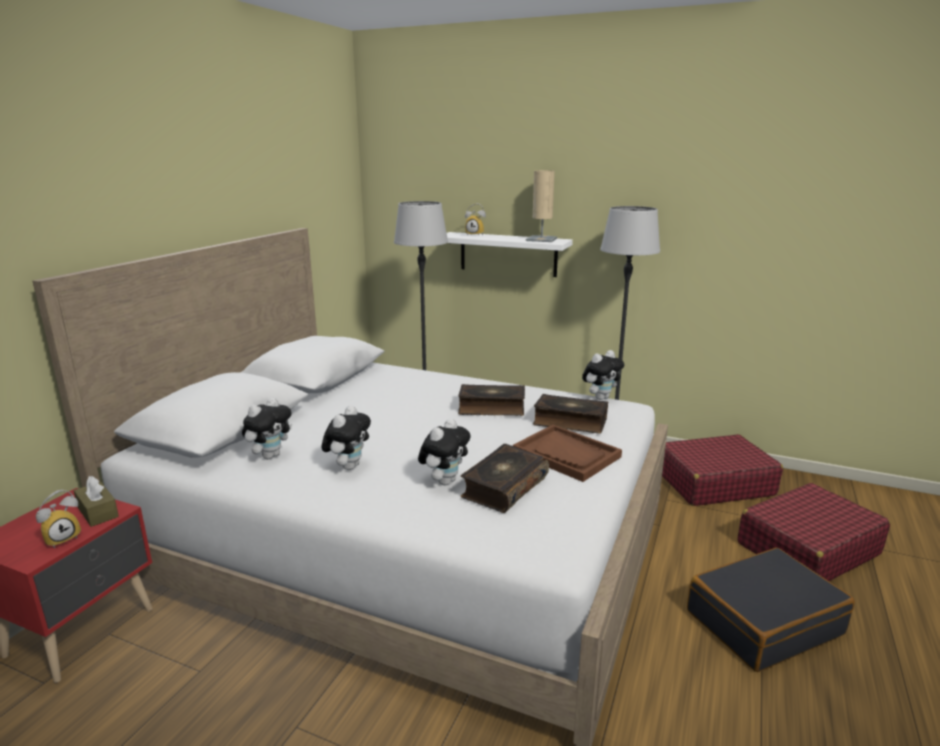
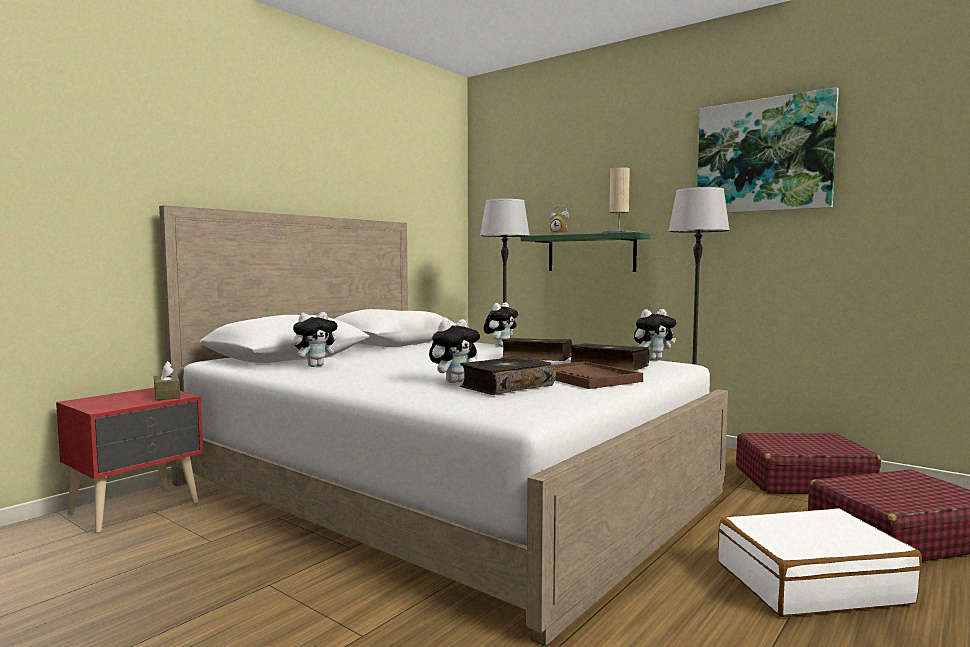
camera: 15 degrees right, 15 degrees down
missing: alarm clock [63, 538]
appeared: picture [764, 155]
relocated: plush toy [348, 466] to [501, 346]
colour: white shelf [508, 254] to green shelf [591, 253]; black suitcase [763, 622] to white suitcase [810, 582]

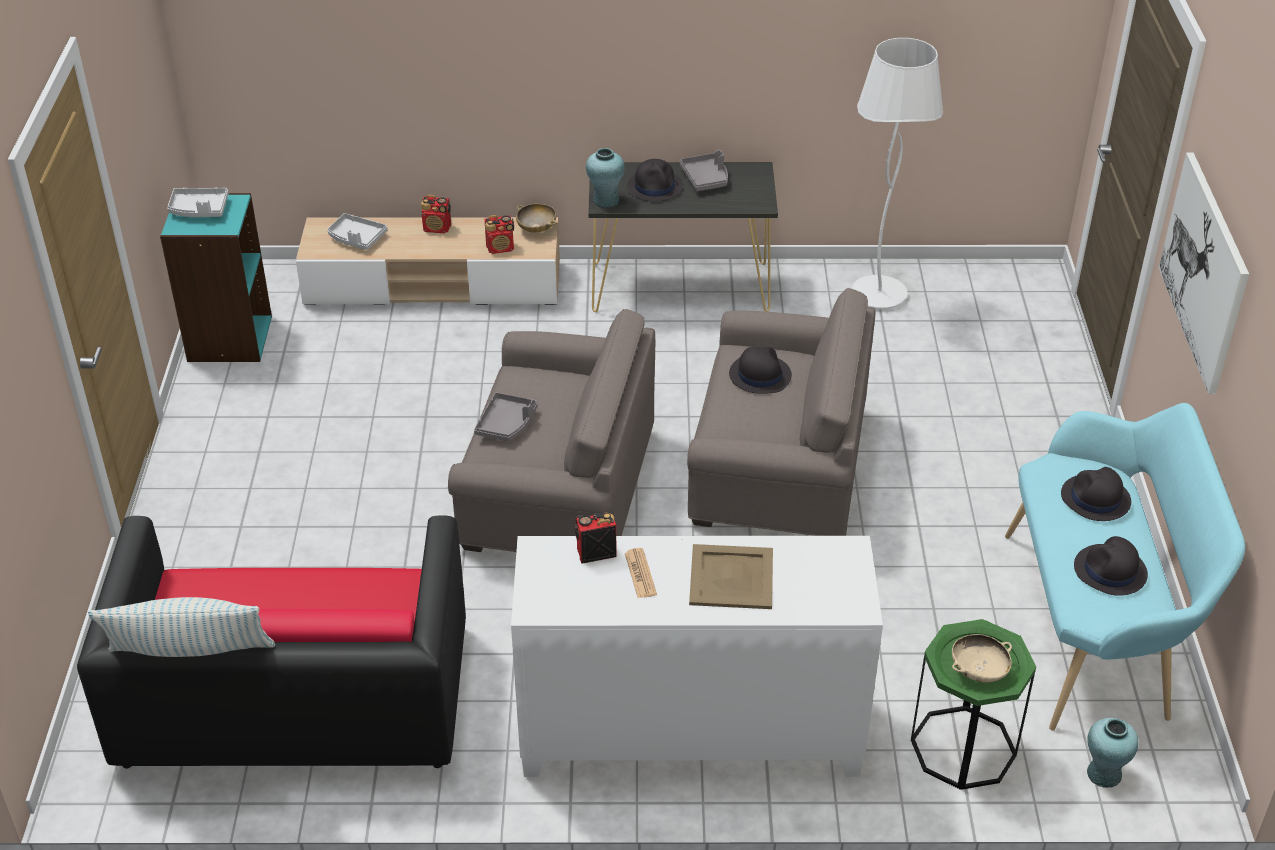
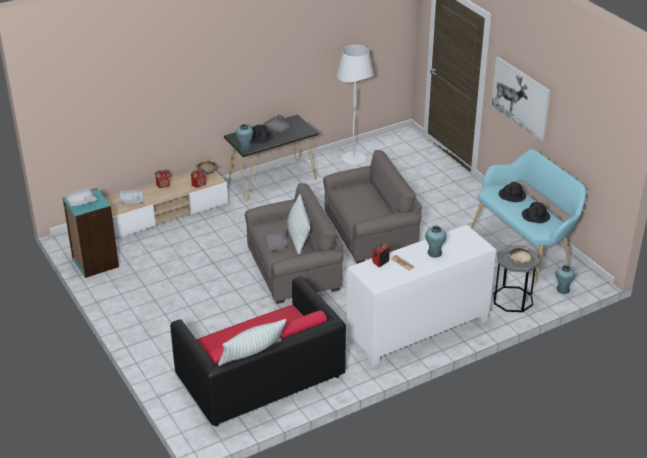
camera: 30 degrees left, 5 degrees down
missing: black hat [759, 375]
appeared: pillow [298, 237]
exchanged: beige tray [732, 578] to turquoise vase [434, 253]
colour: green side table [963, 747] to grey side table [512, 299]

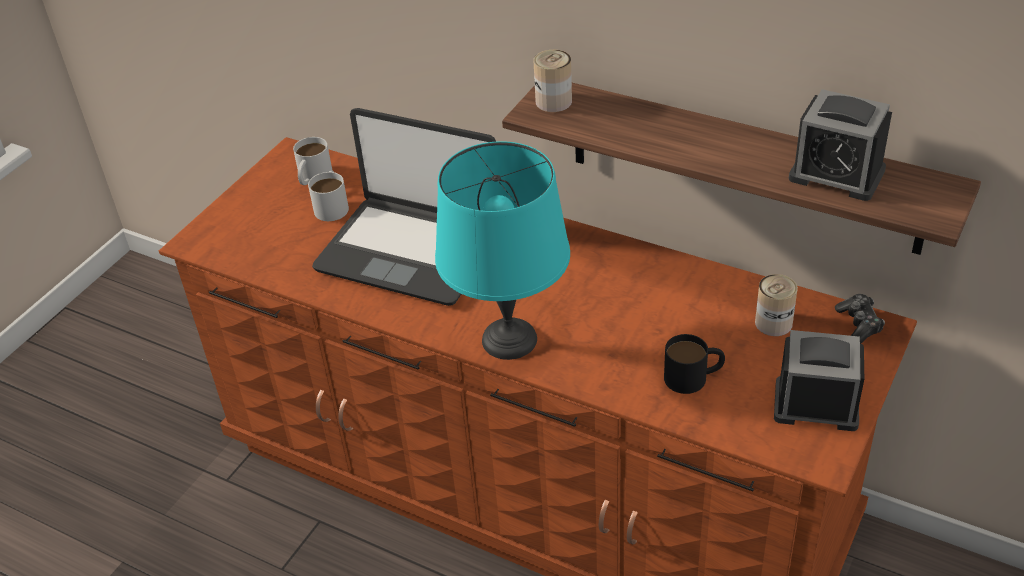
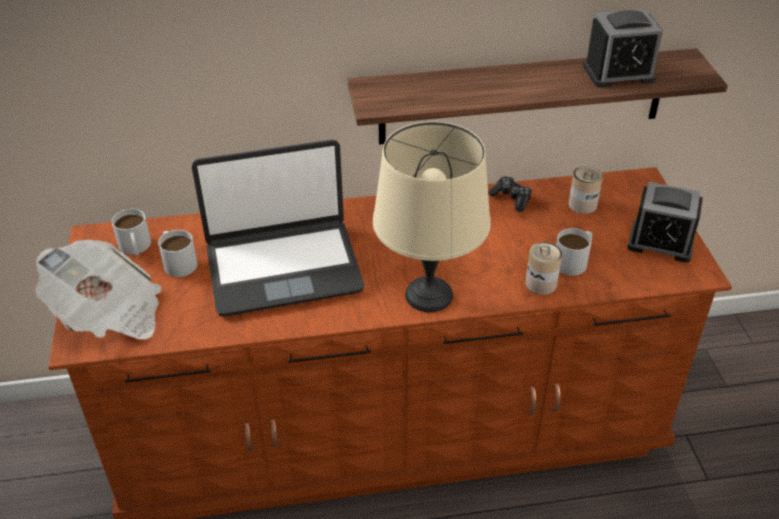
camera: 40 degrees left, 0 degrees up
appeared: newspaper [109, 313]
relocated: can [553, 101] to [541, 283]; game controller [859, 324] to [511, 198]
colour: turquoise table lamp [508, 340] to beige table lamp [428, 296]; black mug [693, 377] to white mug [574, 260]
spun: alarm clock [816, 405] = [660, 242] 135 degrees counterclockwise

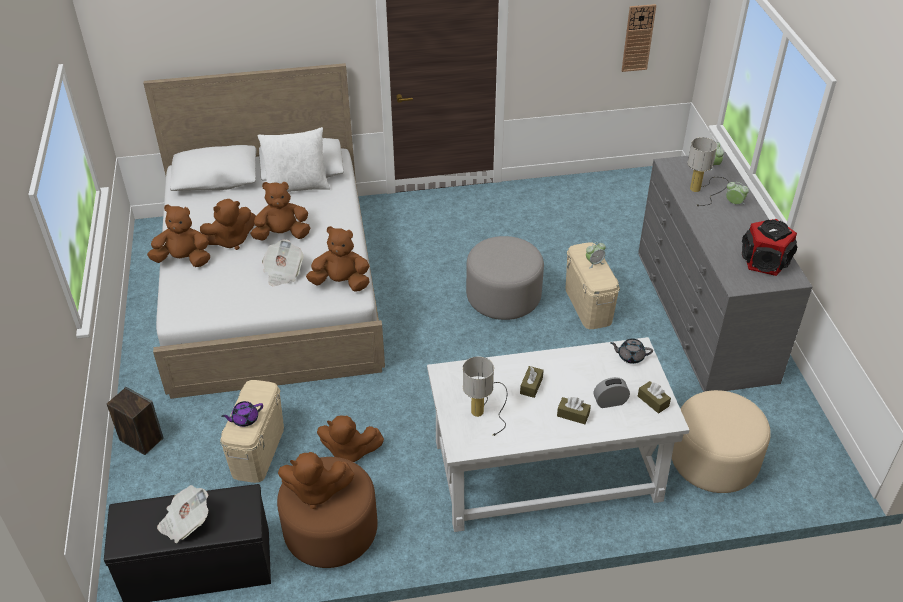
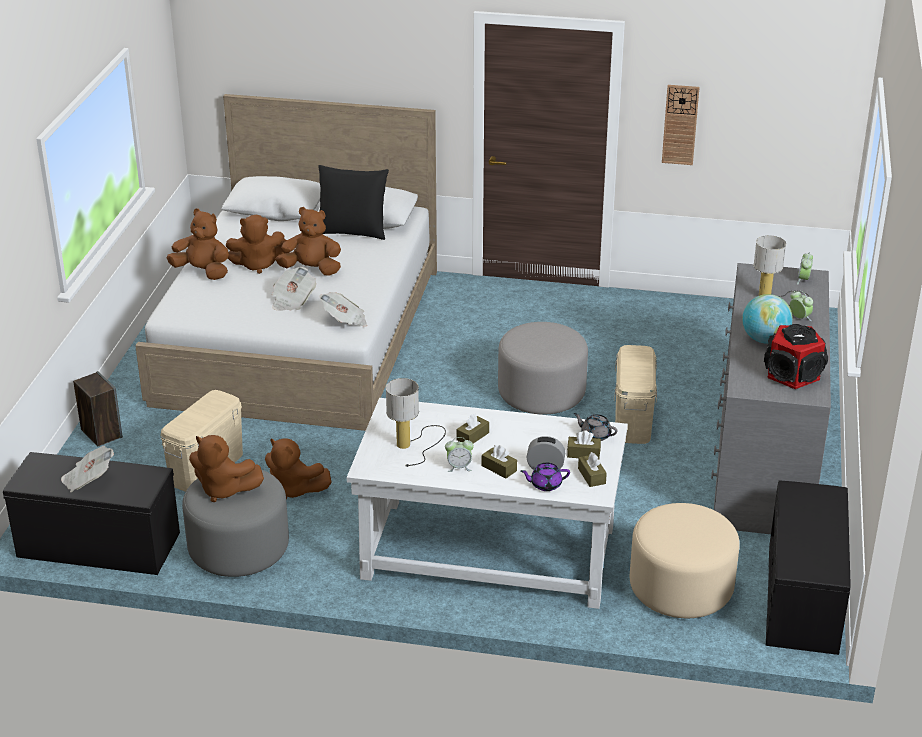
camera: 20 degrees right, 10 degrees down
appeared: globe [764, 339]; brown tissue box [583, 453]; black bench [804, 599]
relocated: wall clock [638, 38] to [680, 124]; alarm clock [594, 263] to [459, 467]; purple teapot [244, 419] to [545, 484]
exchanged: brown plush toy [341, 283] to newspaper [345, 321]
colour: white pillow [297, 186] to black pillow [352, 231]; brown ottoman [330, 531] to grey ottoman [238, 548]

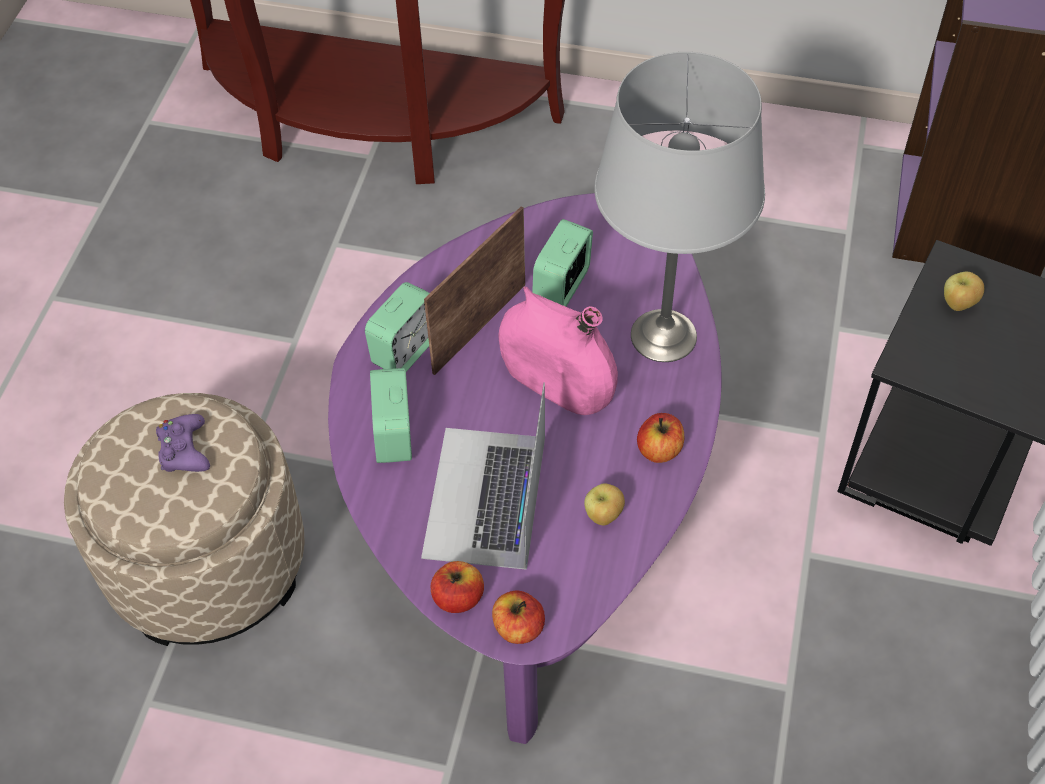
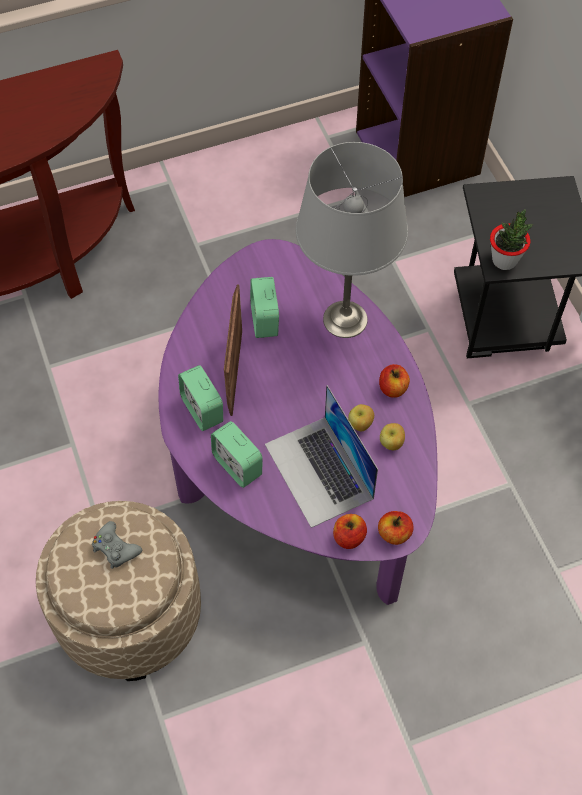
camera: 35 degrees left, 5 degrees up
missing: pink vase [557, 383]
appeared: potted plant [504, 260]
relocated: apple [958, 304] to [360, 425]
colour: purple game controller [184, 450] to grey game controller [115, 548]
spun: alarm clock [405, 349] = [202, 410] 150 degrees clockwise

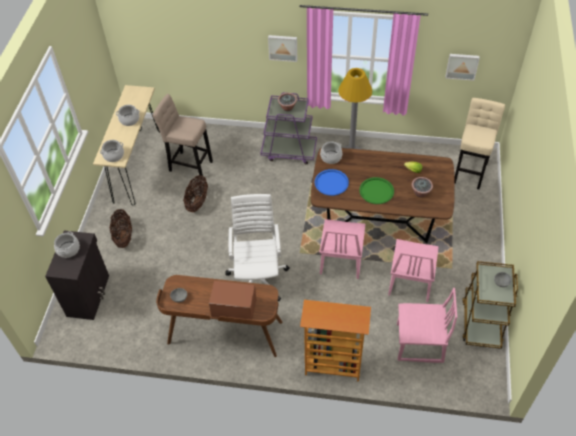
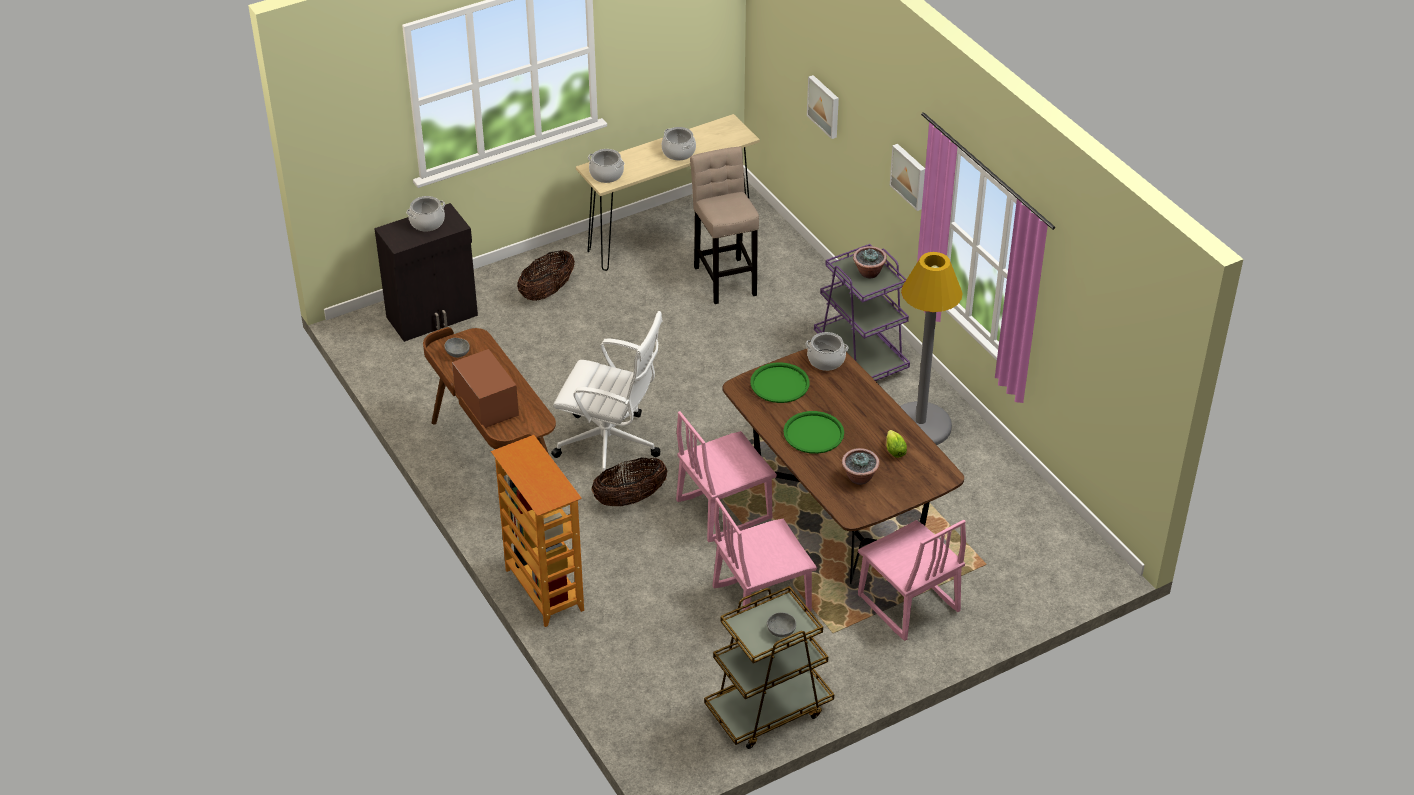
camera: 50 degrees right, 10 degrees down
missing: beige stool [470, 171]
relocated: picture [462, 66] to [824, 106]; basket [197, 202] to [630, 498]; pink chair [419, 343] to [907, 604]
colour: blue tray [331, 183] to green tray [779, 384]
spun: white office chair [258, 277] = [610, 446] 60 degrees clockwise

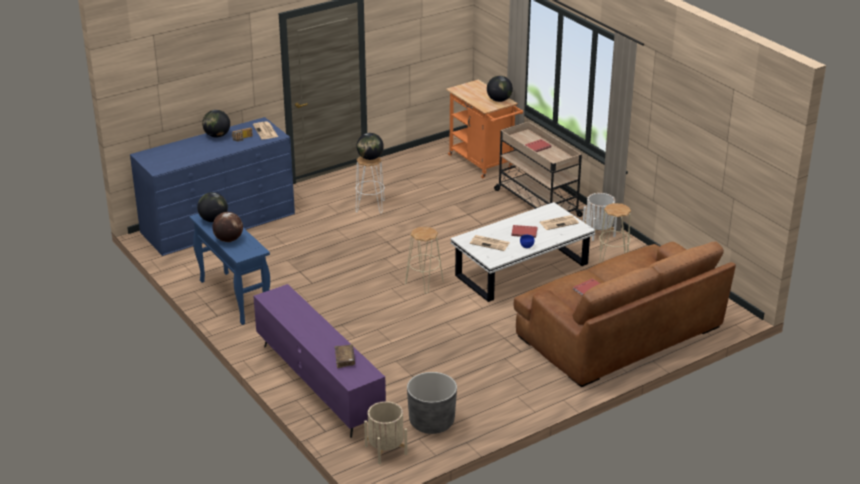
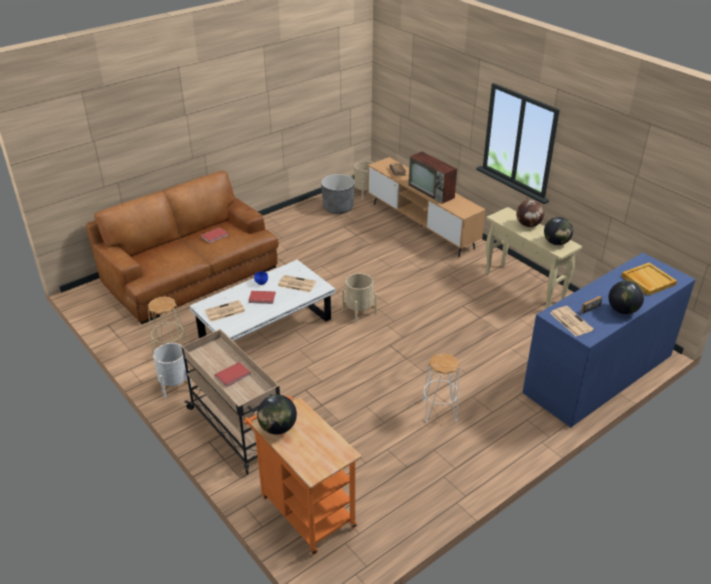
camera: 175 degrees right, 5 degrees up
missing: globe [370, 158]
appeared: television [432, 192]; beige tray [647, 280]
exchanged: beige stool [424, 282] to beige planter [359, 311]
colour: blue console table [233, 297] to beige console table [524, 288]; purple tv stand [319, 385] to brown tv stand [421, 225]

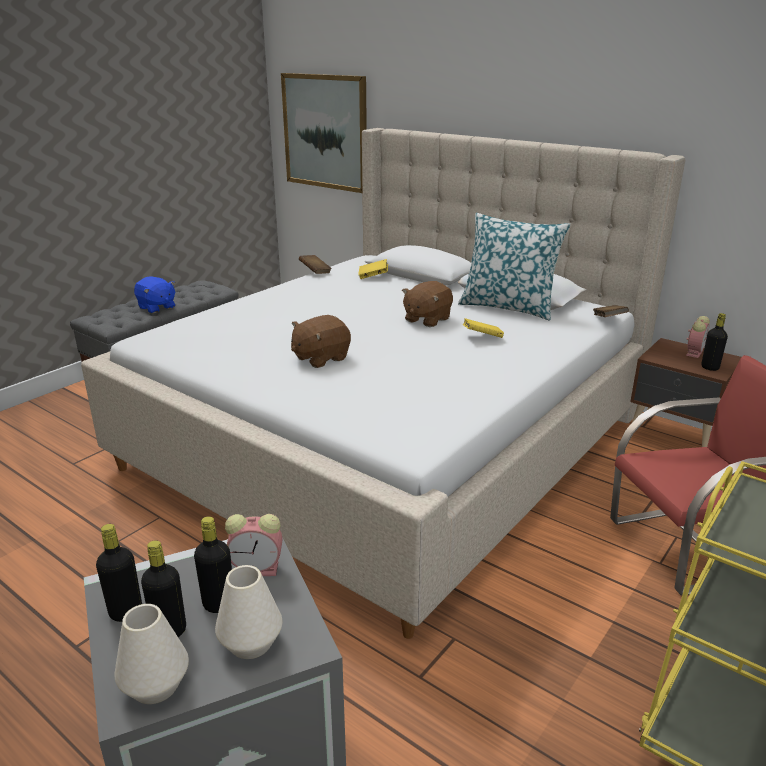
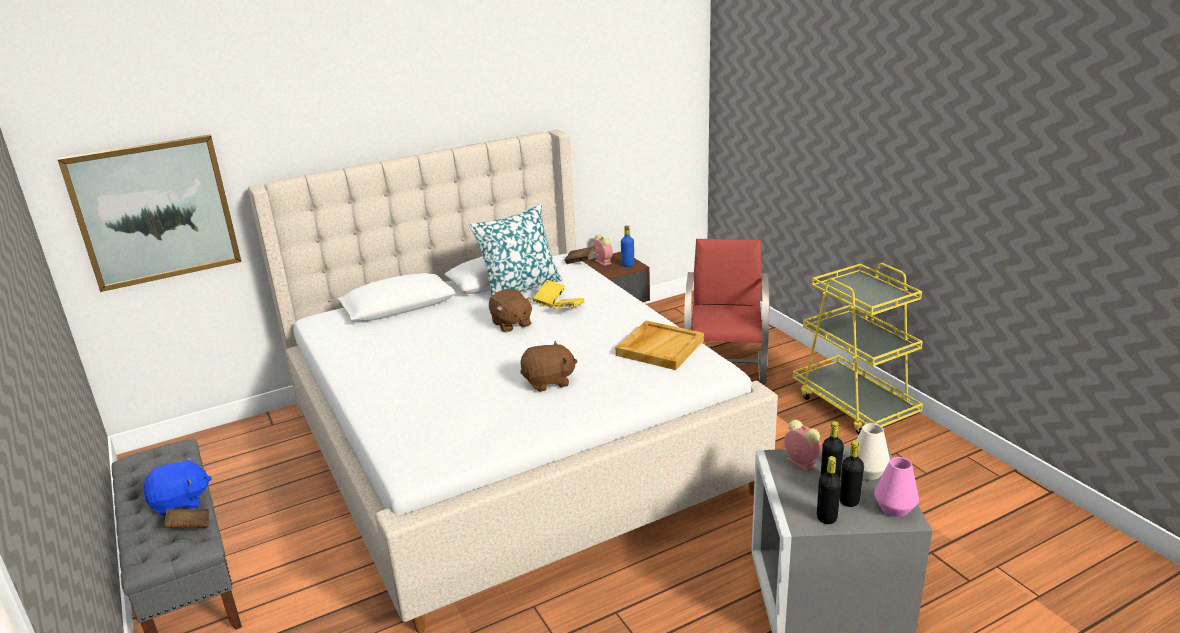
camera: 65 degrees left, 0 degrees up
appeared: beige tray [659, 347]
relocated: brown book [315, 272] to [190, 527]; yellow book [373, 276] to [549, 301]
colour: black bottle [710, 367] to blue bottle [628, 265]; white vase [155, 685] to pink vase [894, 508]
spun: brown plush toy [320, 358] = [548, 382] 90 degrees counterclockwise; alarm clock [259, 568] = [800, 462] 60 degrees counterclockwise

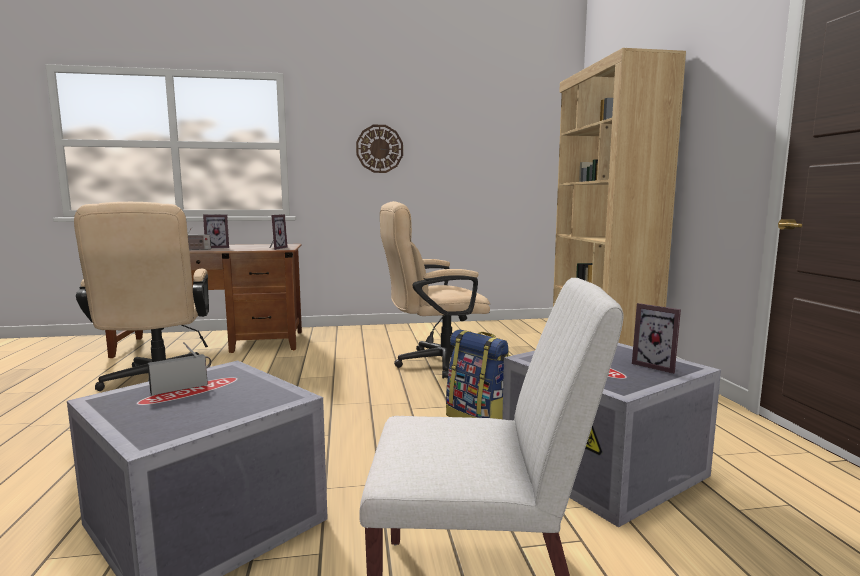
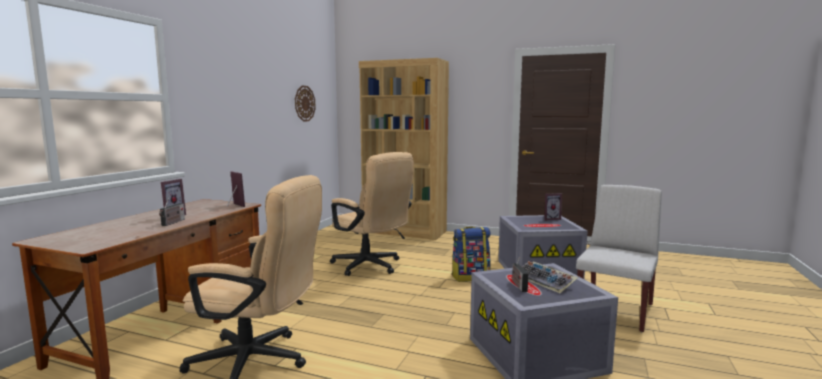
camera: 60 degrees left, 0 degrees up
appeared: keyboard [546, 282]
relocated: wall clock [379, 149] to [304, 103]
spun: beige office chair [435, 363] = [371, 266] 60 degrees counterclockwise

